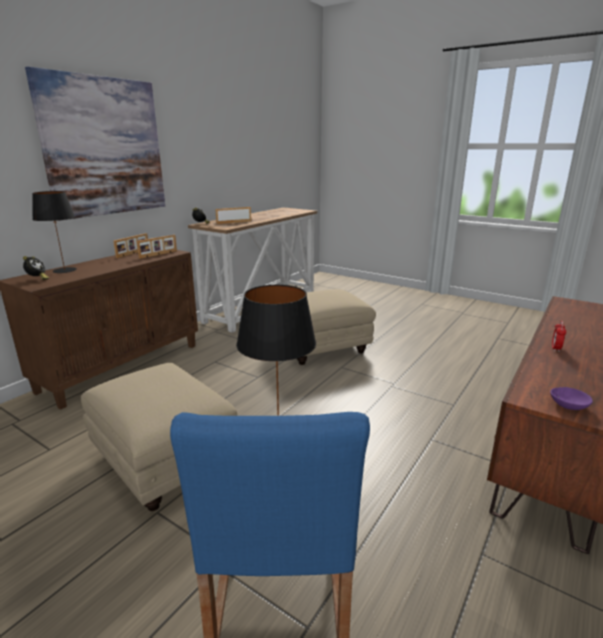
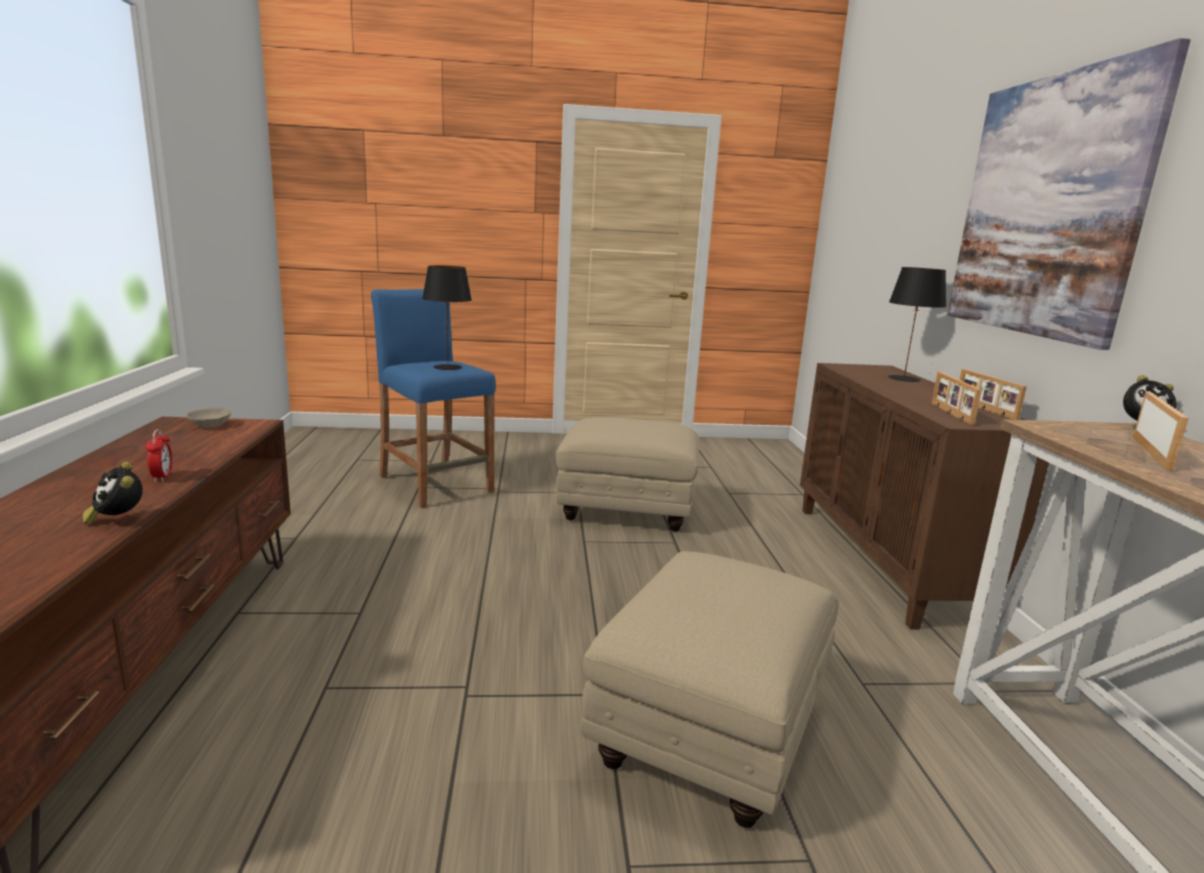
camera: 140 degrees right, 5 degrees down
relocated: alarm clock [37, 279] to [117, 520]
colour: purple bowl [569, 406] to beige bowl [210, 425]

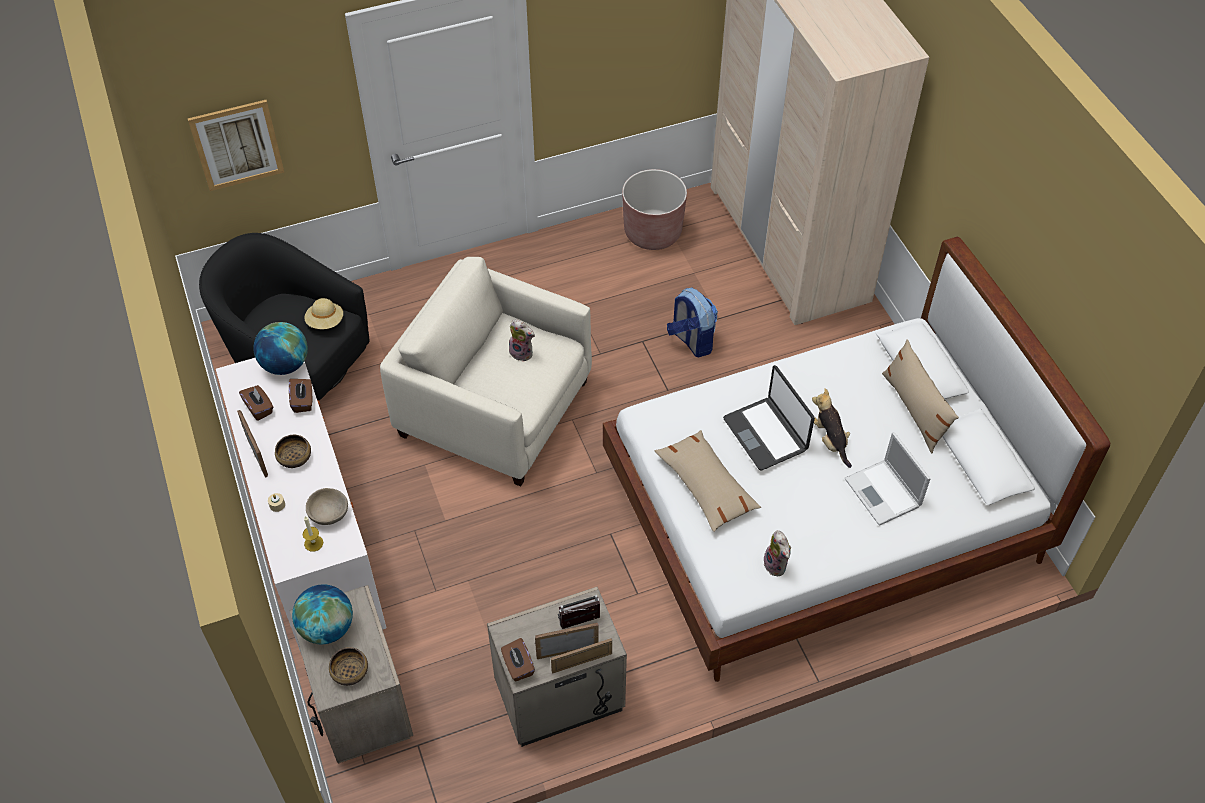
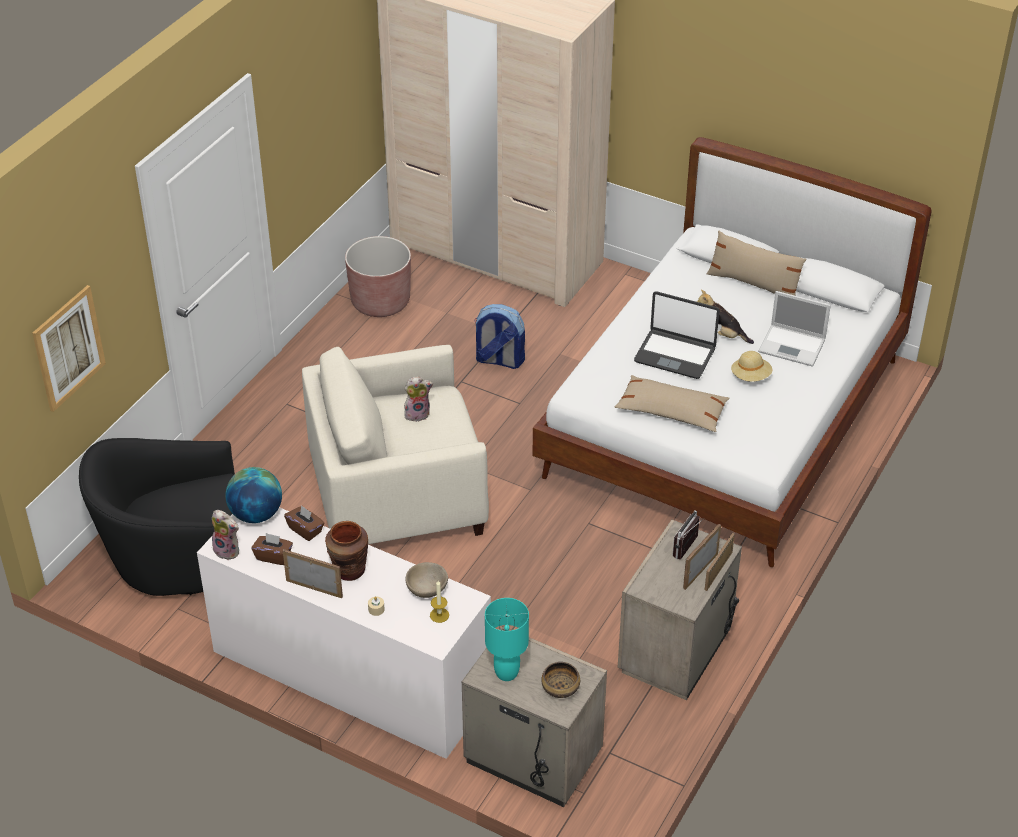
camera: 40 degrees left, 10 degrees down
missing: brown tissue box [518, 666]
relocated: beige hat [325, 322] to [750, 376]; plush toy [777, 565] to [228, 550]
exchanged: bowl [295, 458] to brown vase [349, 570]; globe [327, 628] to turquoise table lamp [507, 673]

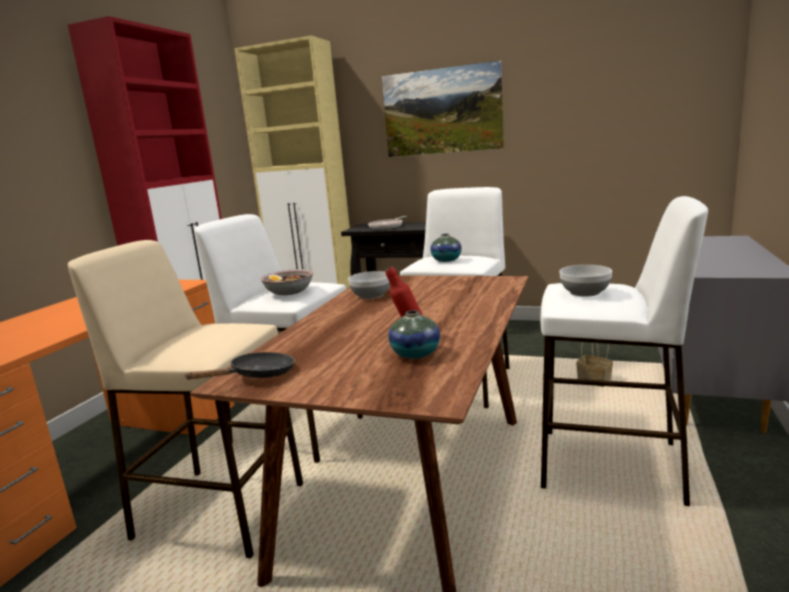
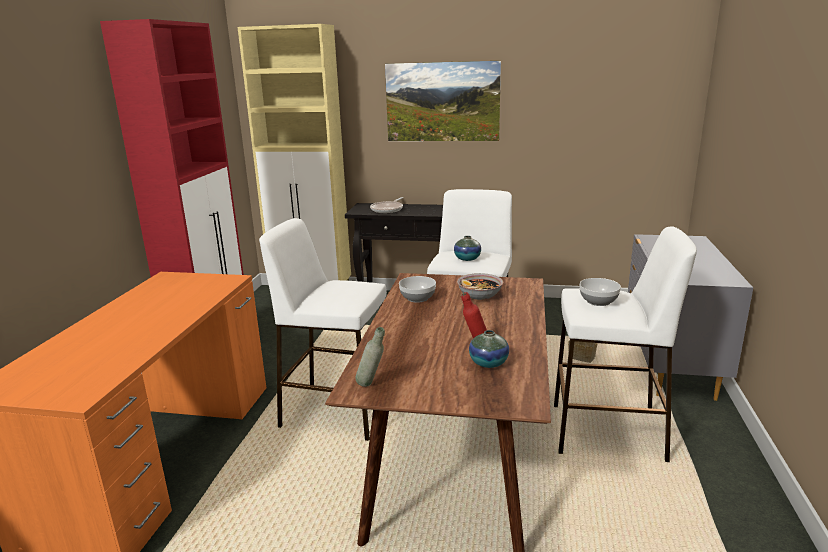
camera: 10 degrees left, 5 degrees up
missing: beige stool [219, 510]
relocated: bowl [289, 292] to [479, 295]
exchanged: black frying pan [257, 375] to grey bottle [371, 385]

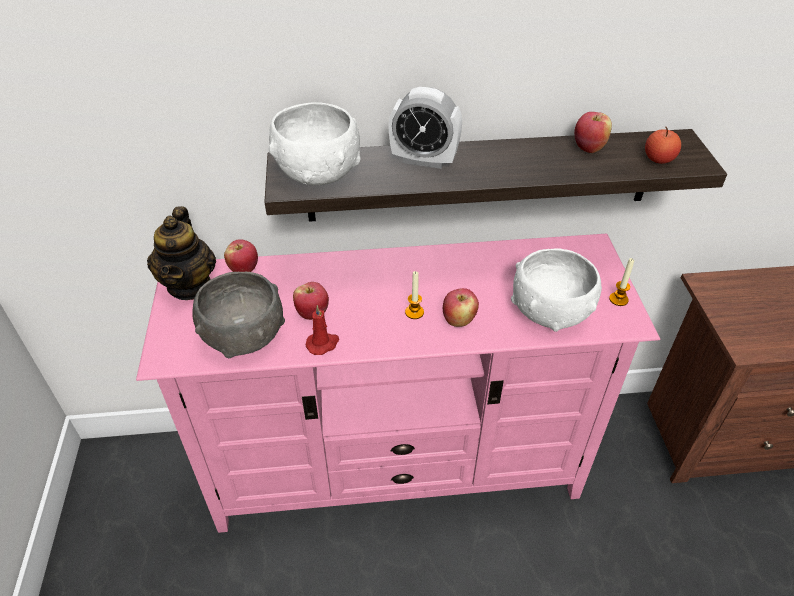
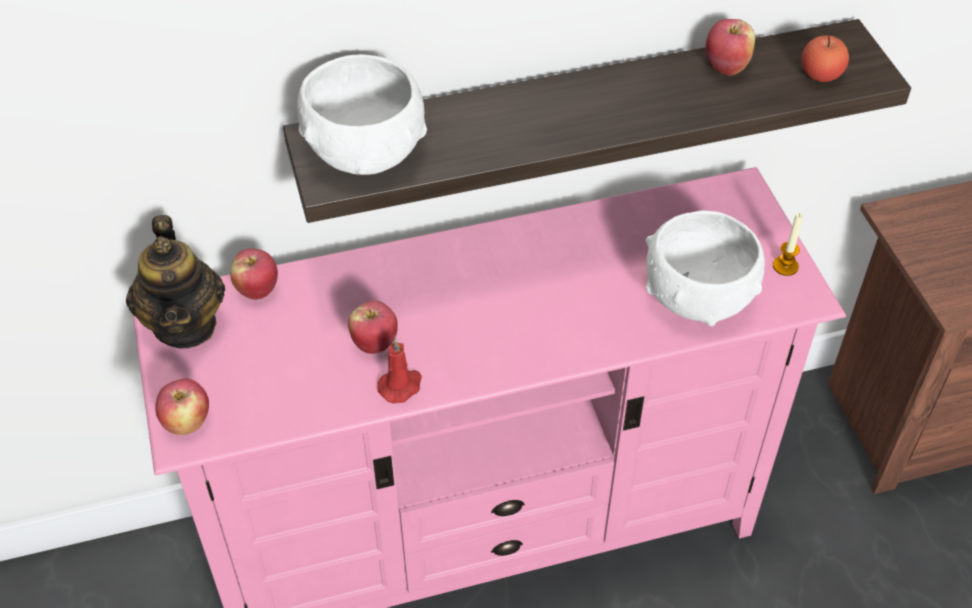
camera: 10 degrees left, 5 degrees up
missing: alarm clock [424, 160]; candle [414, 312]; grey bowl [244, 336]
relocated: apple [458, 320] to [187, 422]

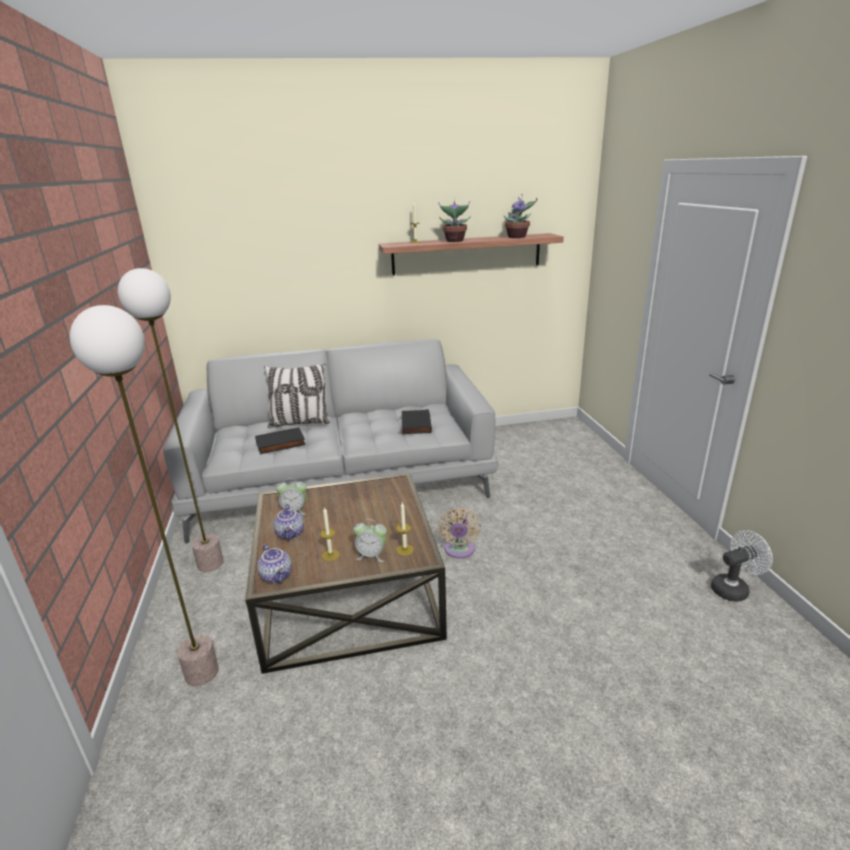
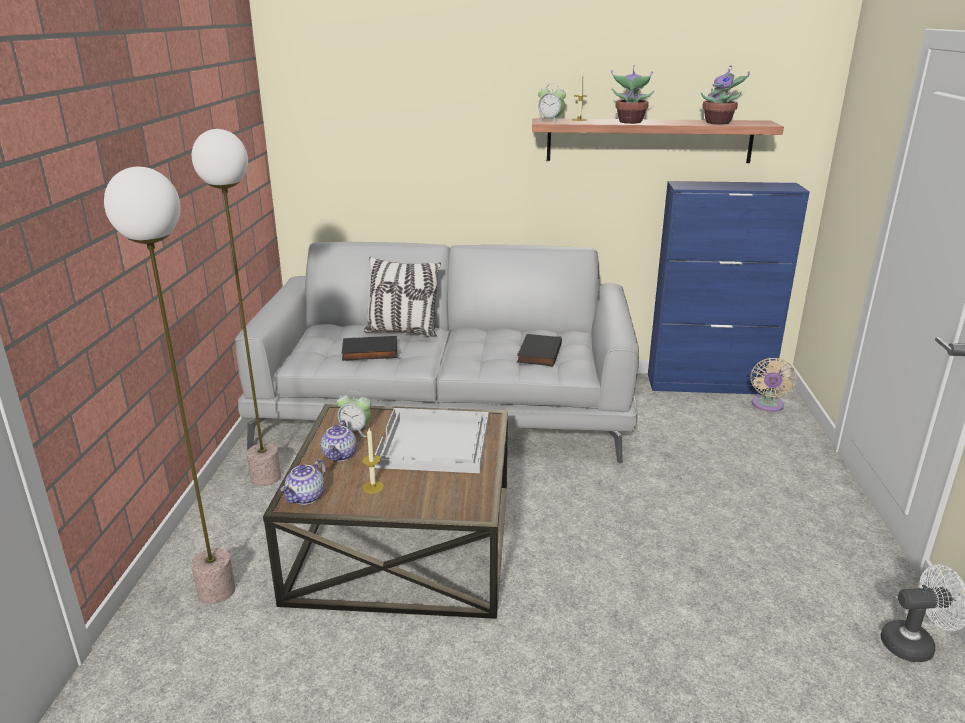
camera: 15 degrees right, 0 degrees up
missing: candle [405, 550]
appeared: blue cabinet [709, 384]; white tray [435, 443]
relocated: beige fan [459, 551] to [767, 406]; alarm clock [371, 555] to [550, 121]
spun: teapot [277, 575] = [306, 498] 45 degrees clockwise

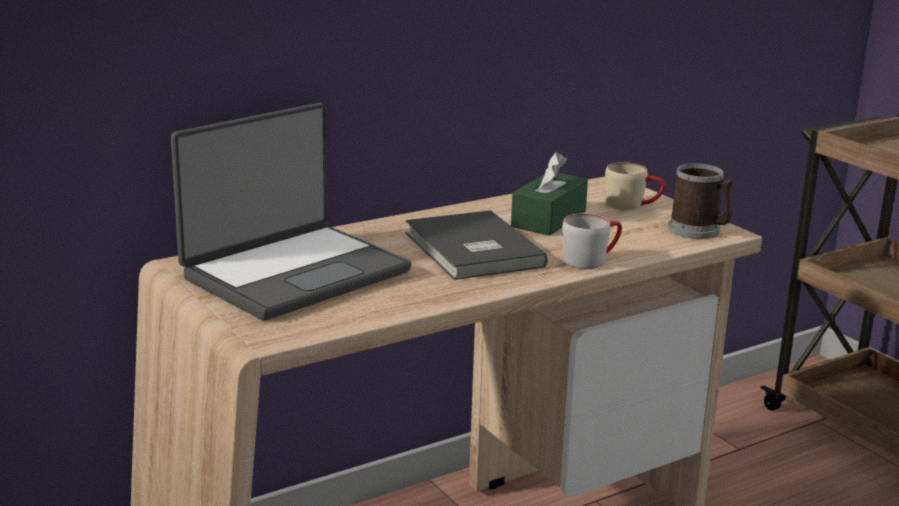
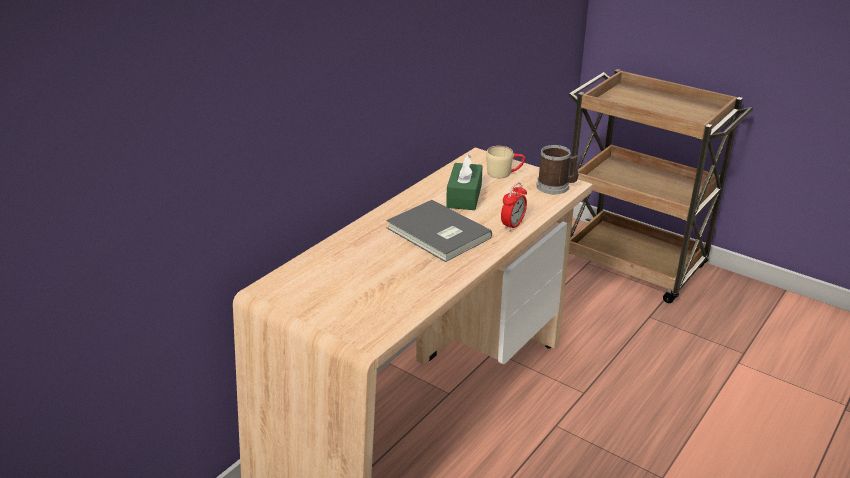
camera: 20 degrees left, 10 degrees up
missing: laptop [294, 273]
exchanged: grey mug [591, 259] to alarm clock [513, 225]

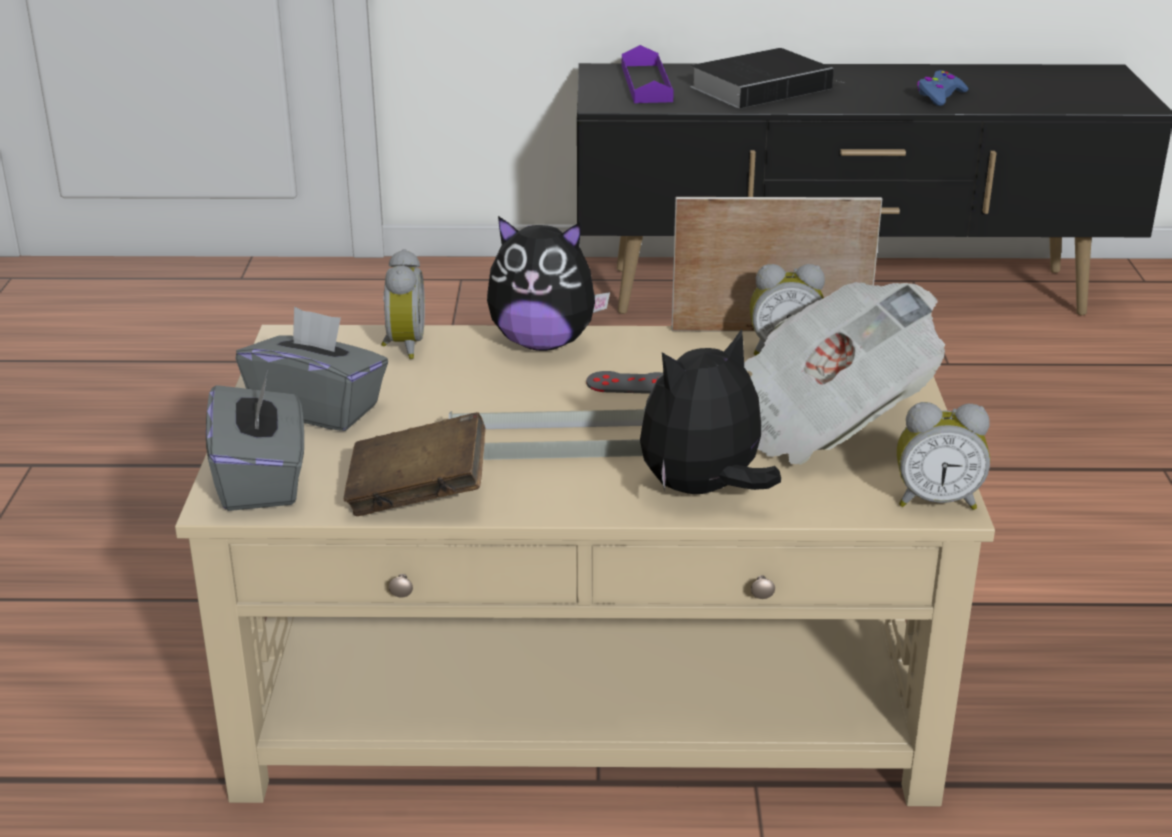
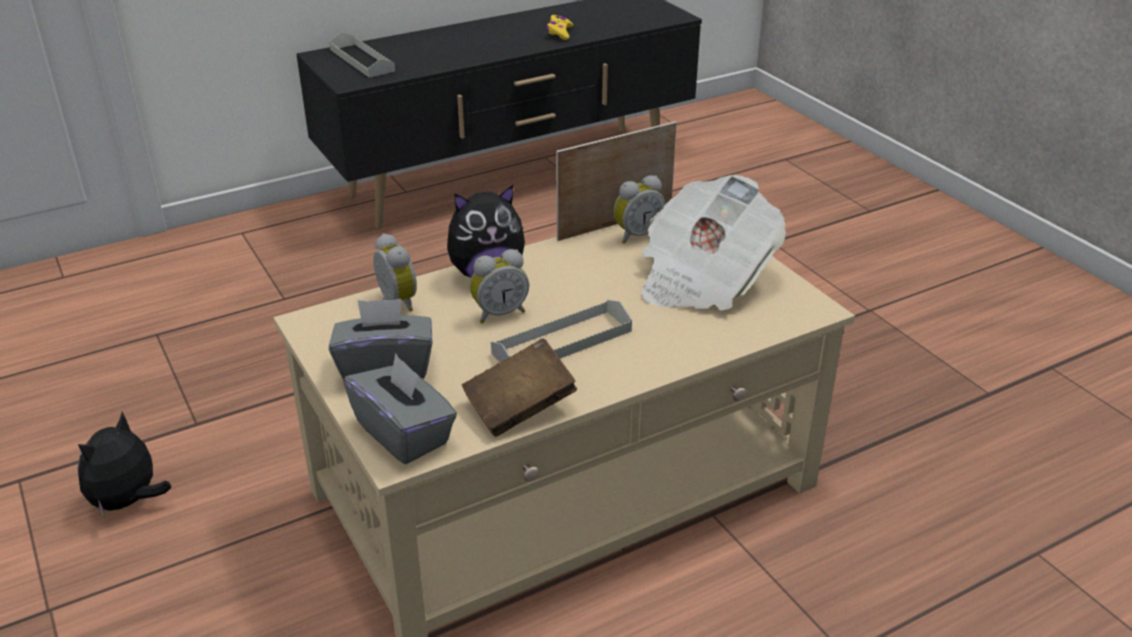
camera: 30 degrees left, 5 degrees up
missing: book [763, 87]; grey game controller [632, 383]
relocated: plush toy [703, 491] to [128, 502]; alarm clock [936, 500] to [499, 313]
colour: purple tray [646, 83] to grey tray [362, 60]; blue game controller [940, 96] to yellow game controller [559, 32]

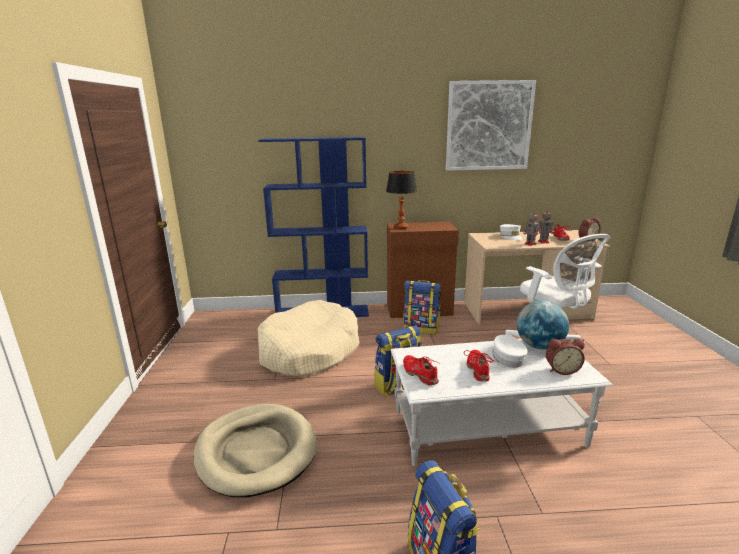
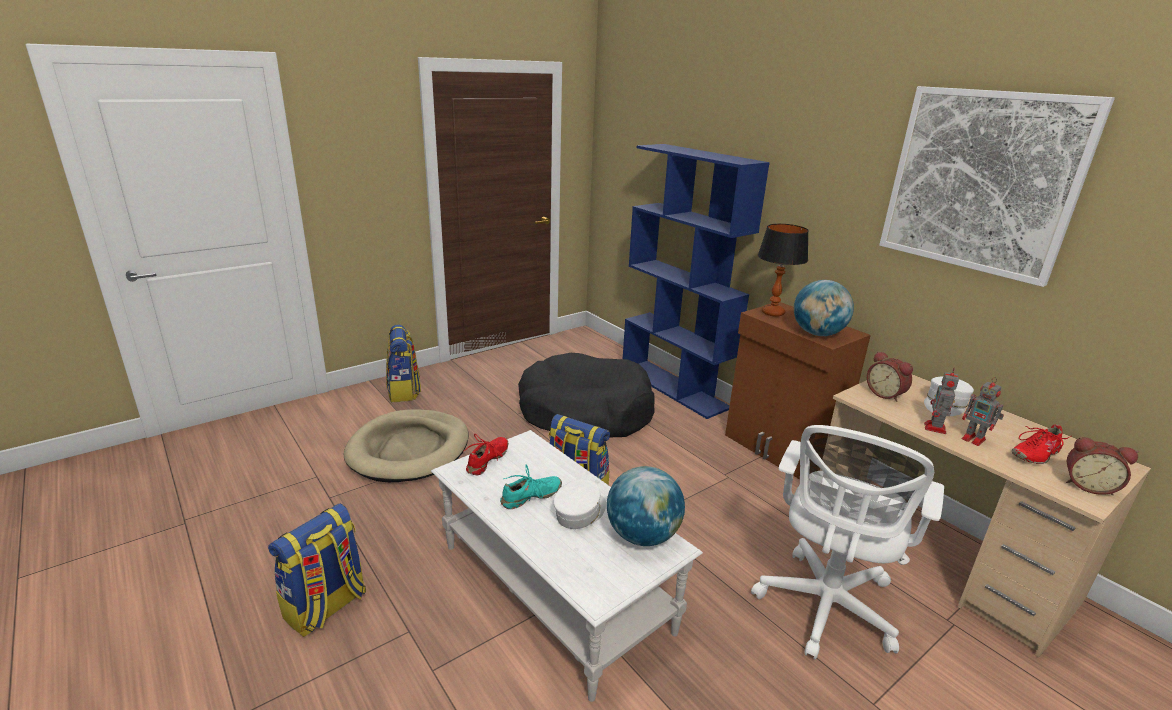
camera: 55 degrees right, 5 degrees up
appeared: globe [817, 334]
relocated: backpack [421, 328] to [404, 391]; alarm clock [561, 369] to [886, 394]
colour: beige dog bed [309, 351] to black dog bed [585, 411]; red shoe [478, 369] to turquoise shoe [531, 497]

